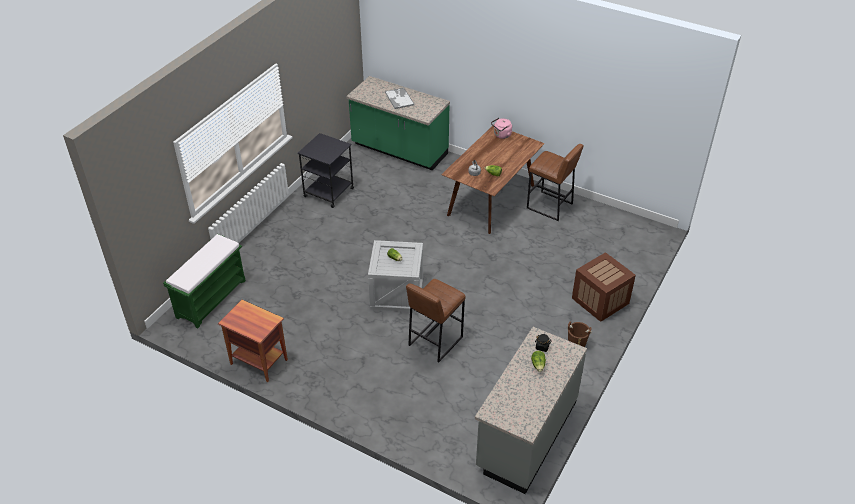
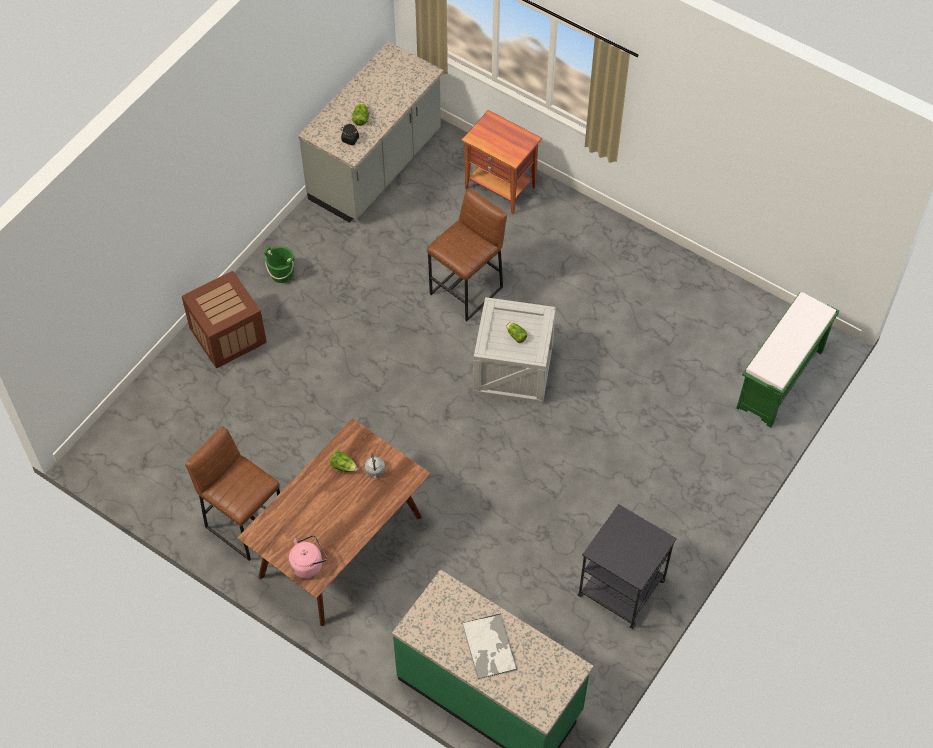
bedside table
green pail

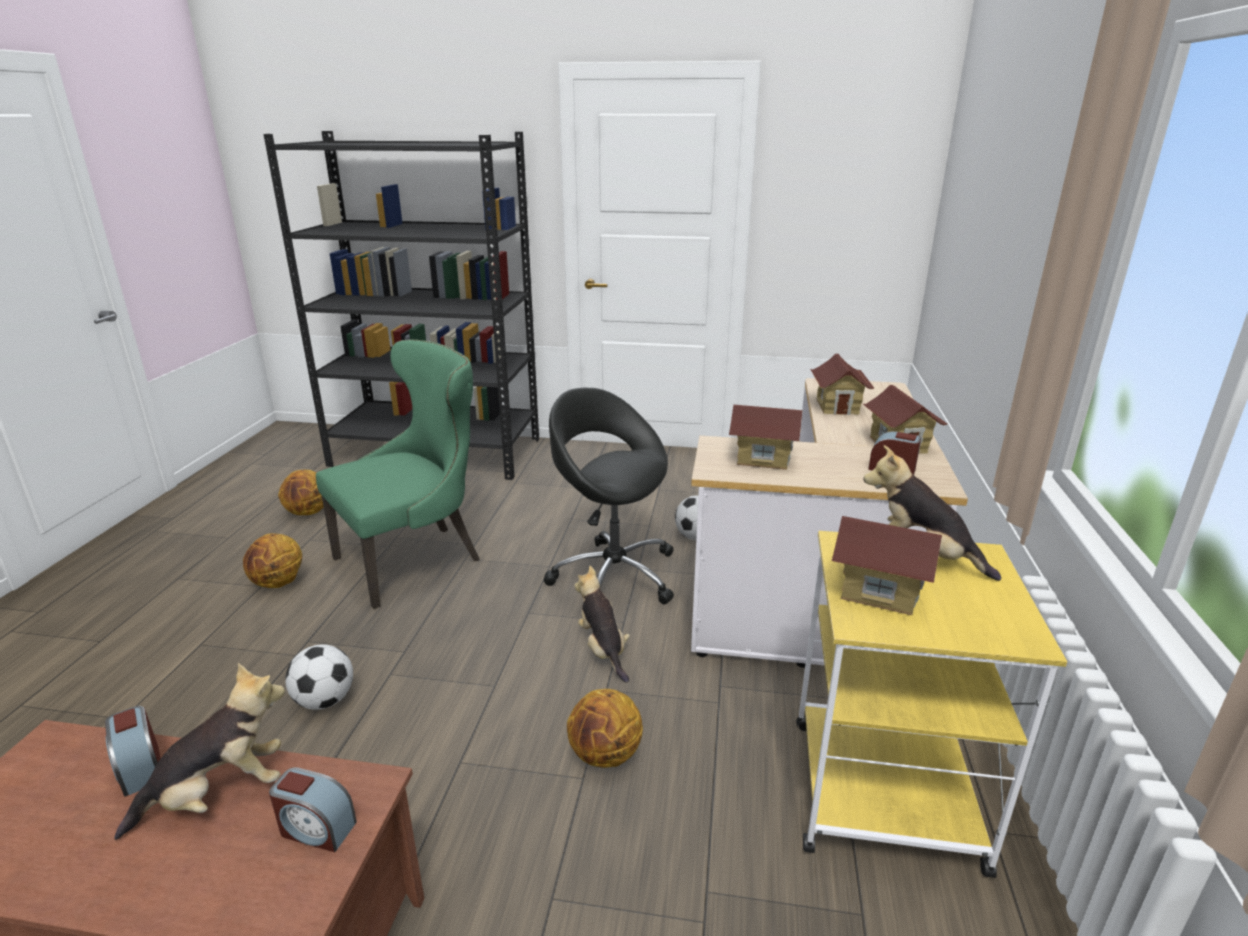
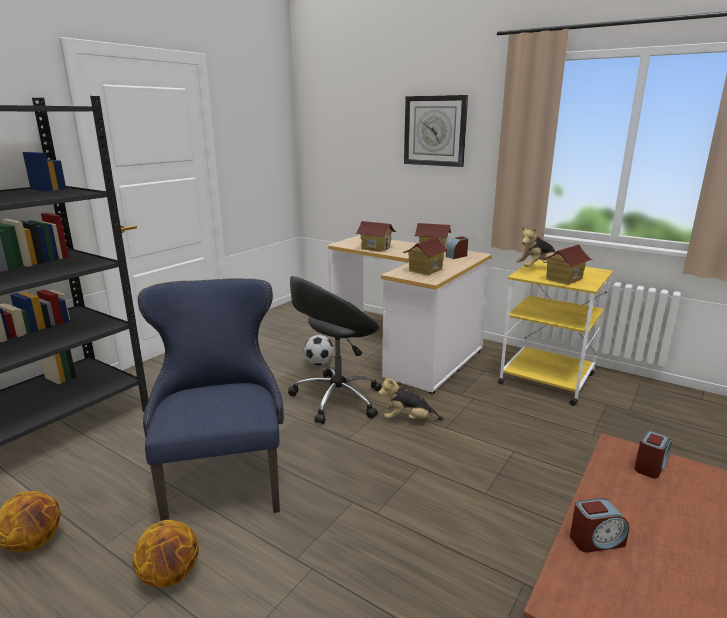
cuddly toy (1st from left in the first image)
ball for football (1st from left in the first image)
blue-coloured upright chair
ball for basketball (3rd from left in the first image)
wall clock

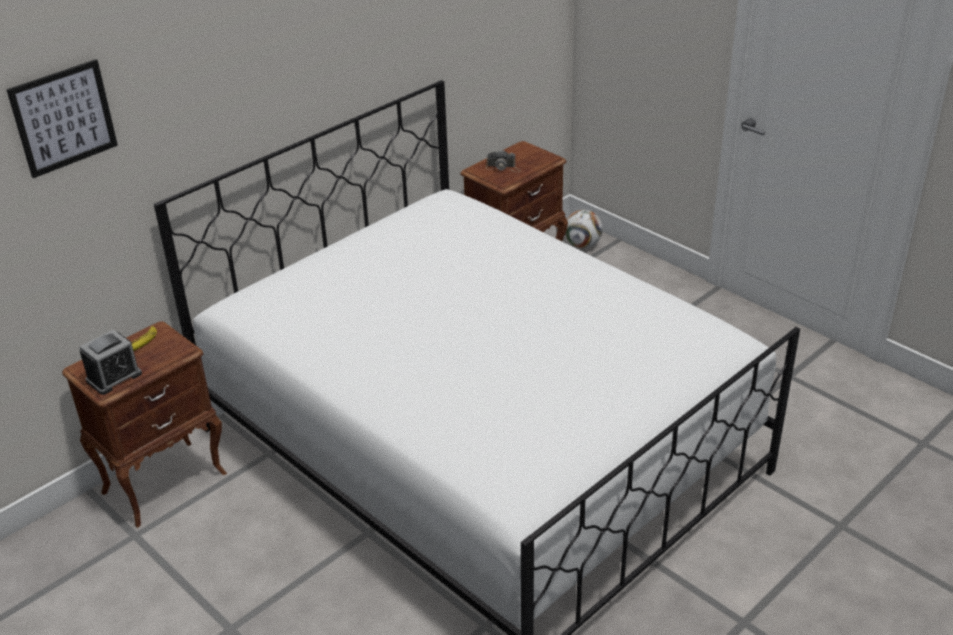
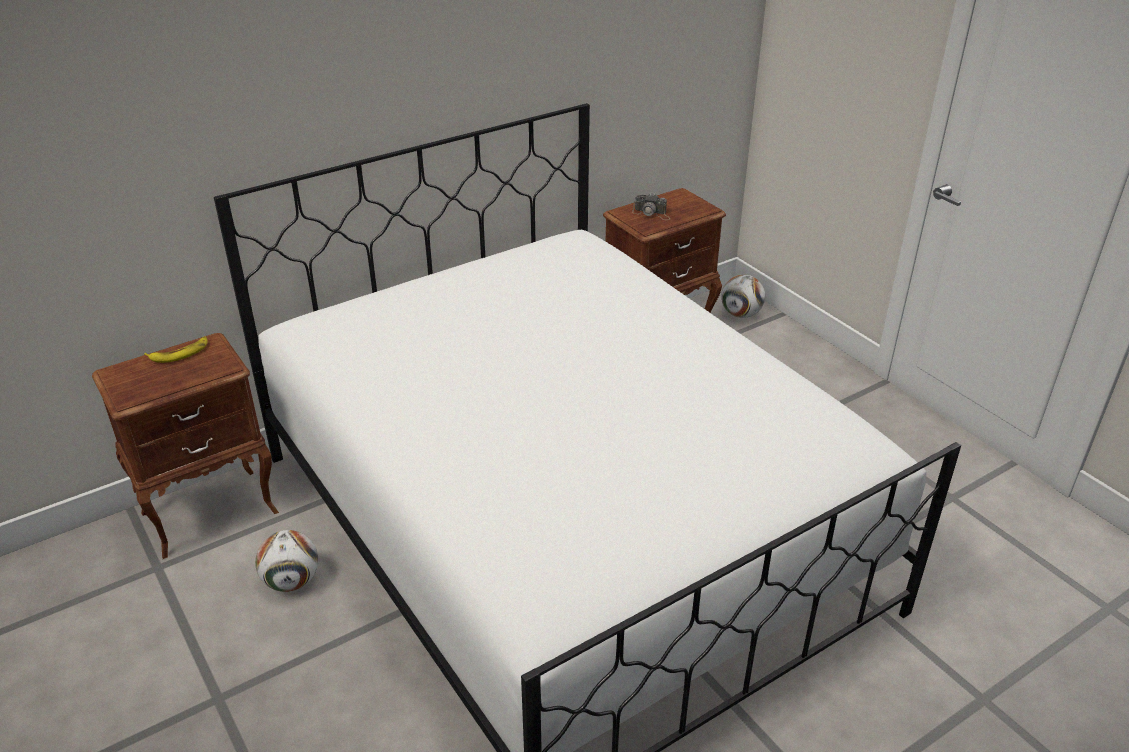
wall art
table clock
ball for football (1st from left)

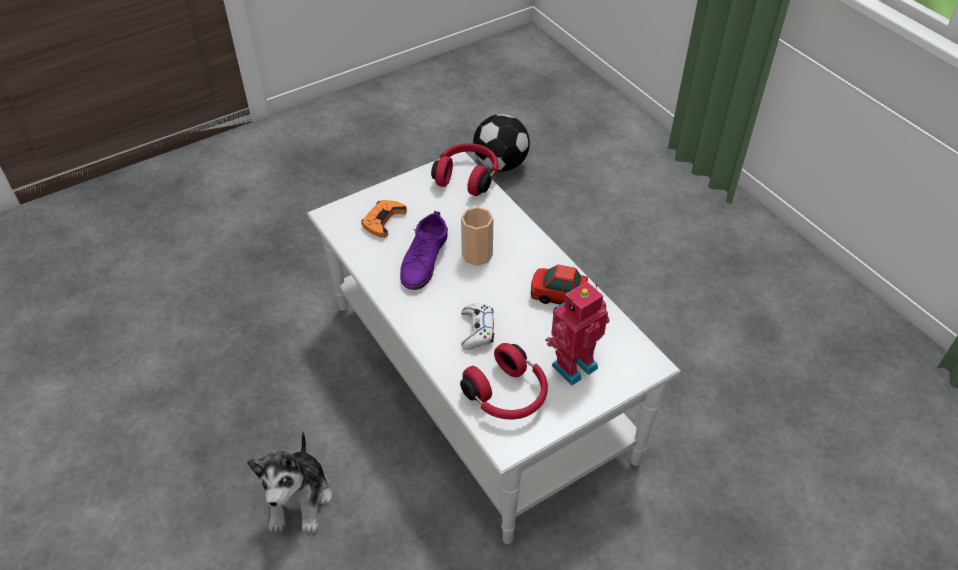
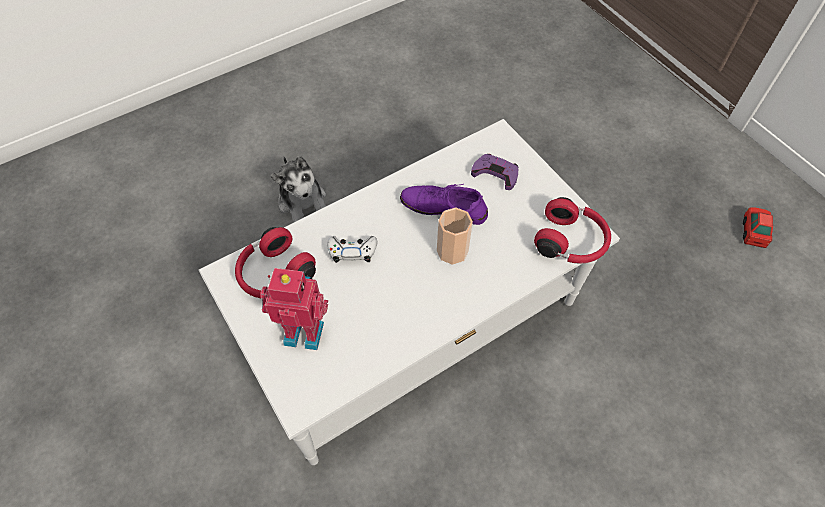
cuddly toy
purple joypad
ball for football
model car
robot figure

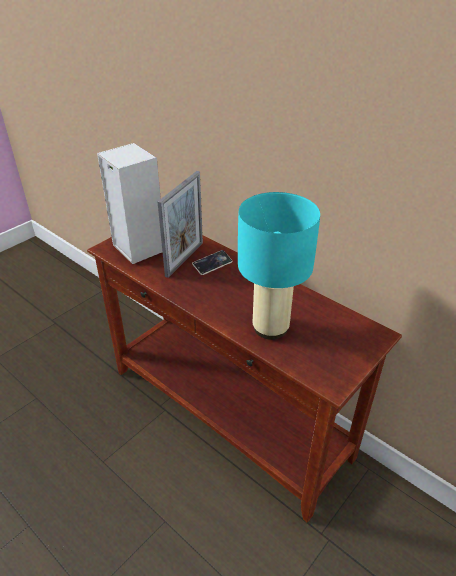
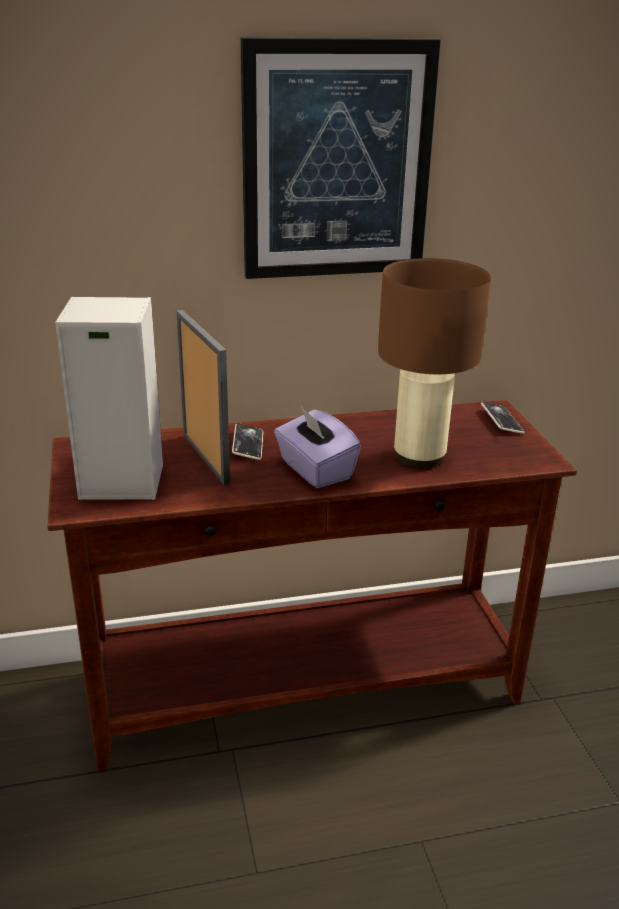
brown-coloured table lamp
wall art
purple tissue holder
telephone (2nd from left)

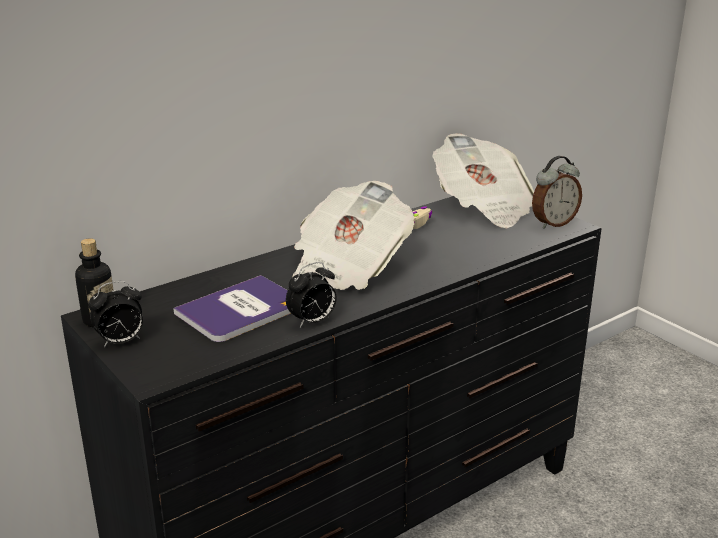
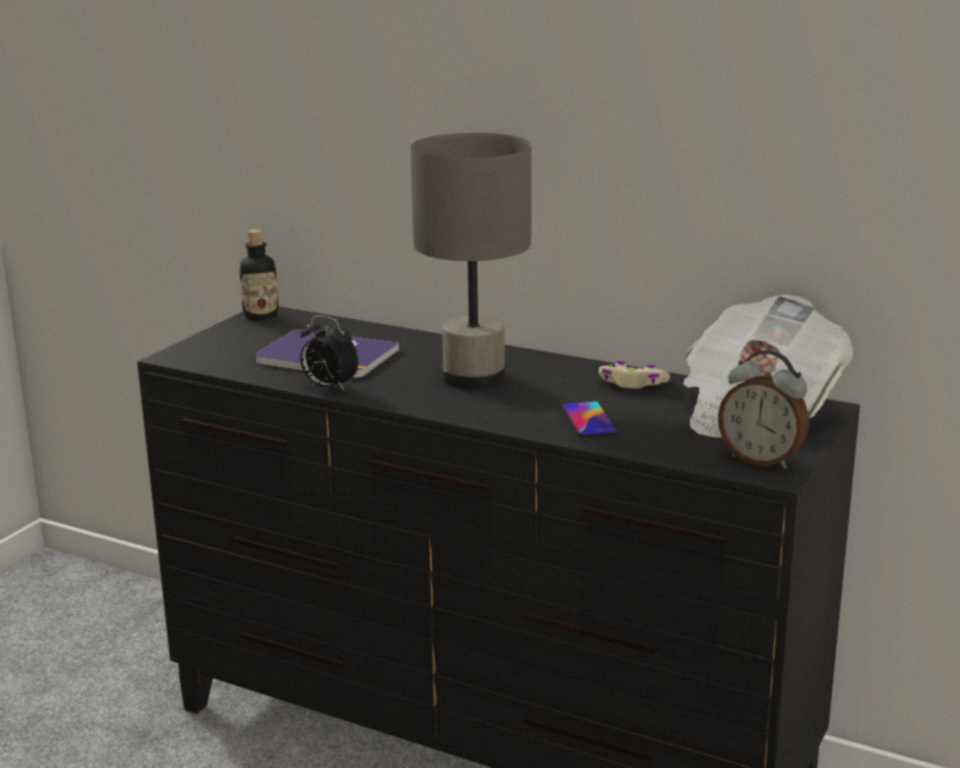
table clock (1st from left in the first image)
gray table lamp
telephone

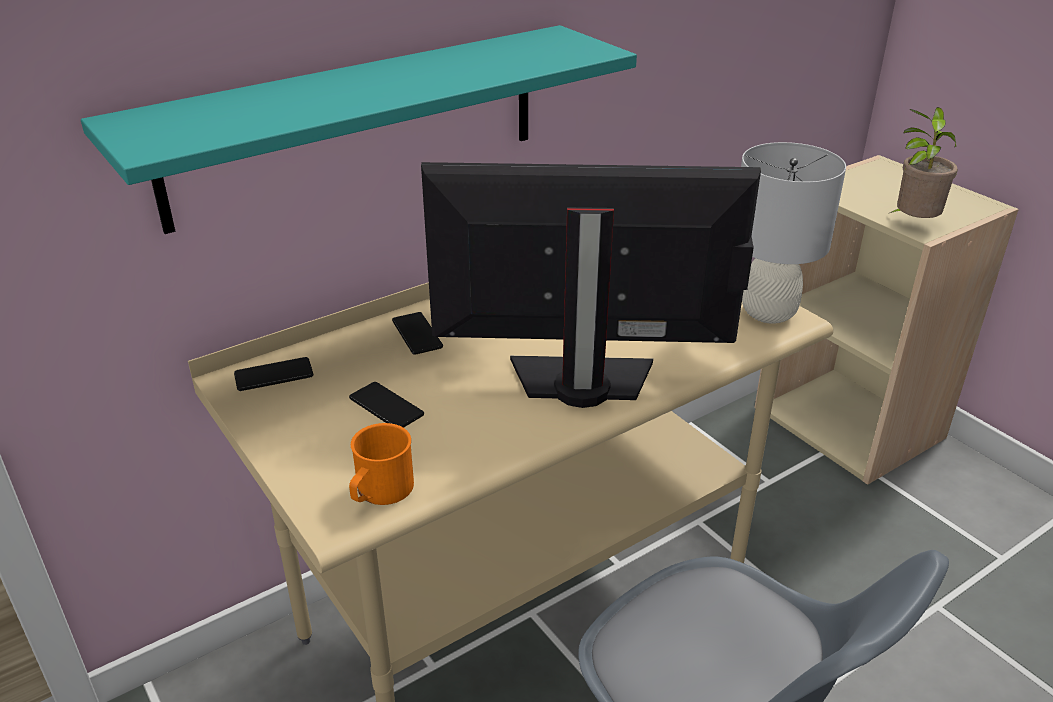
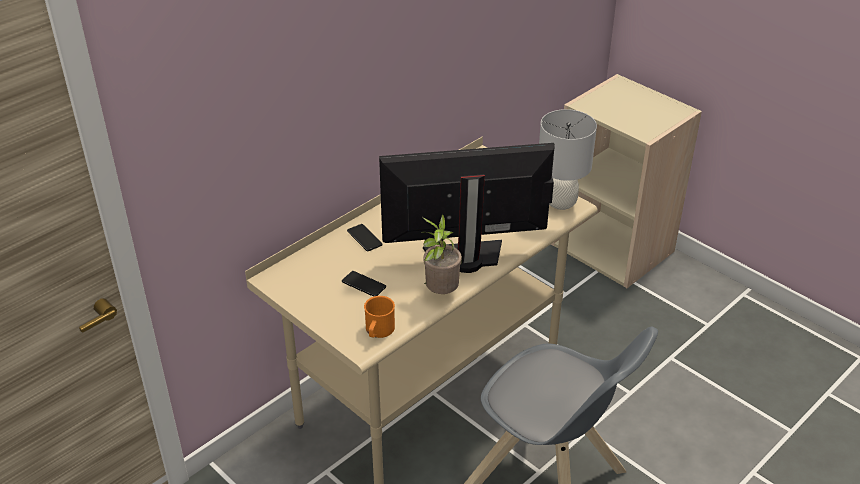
turquoise shelf
telephone (1st from left in the first image)
plant in a pot

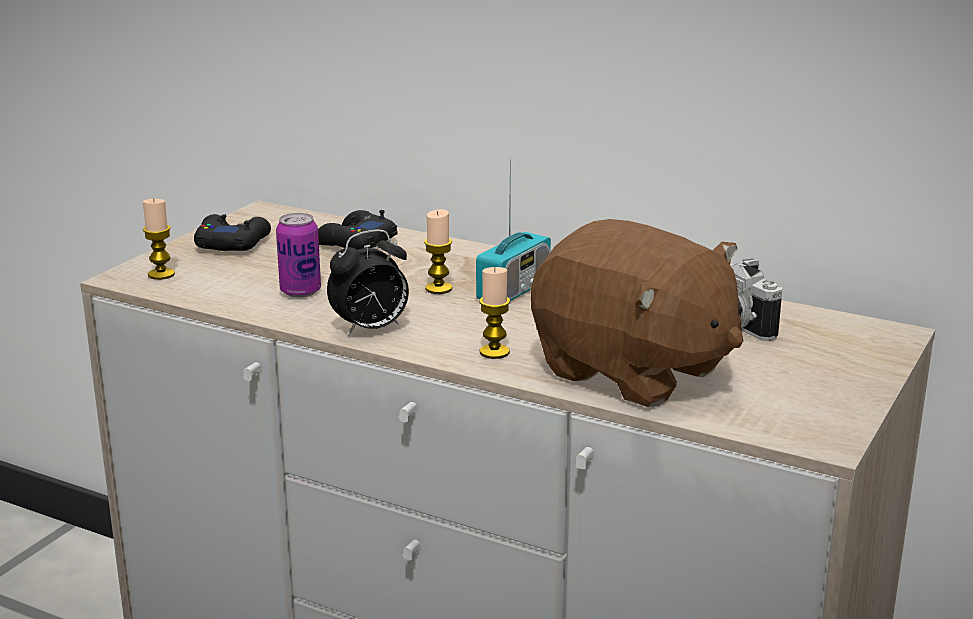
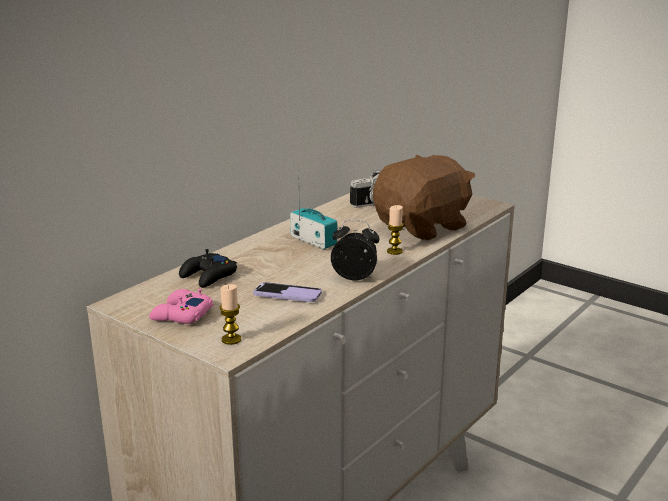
pink-coloured joypad
telephone
table clock
wax candle (2nd from left in the first image)

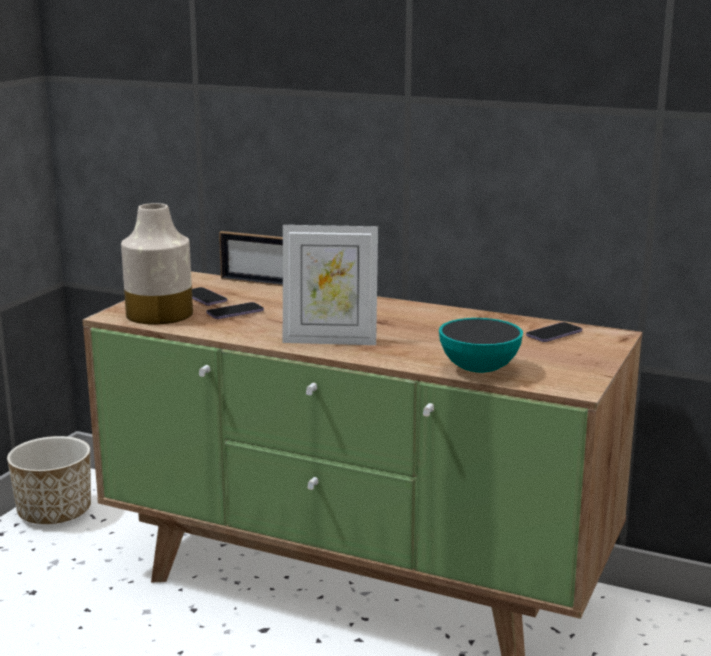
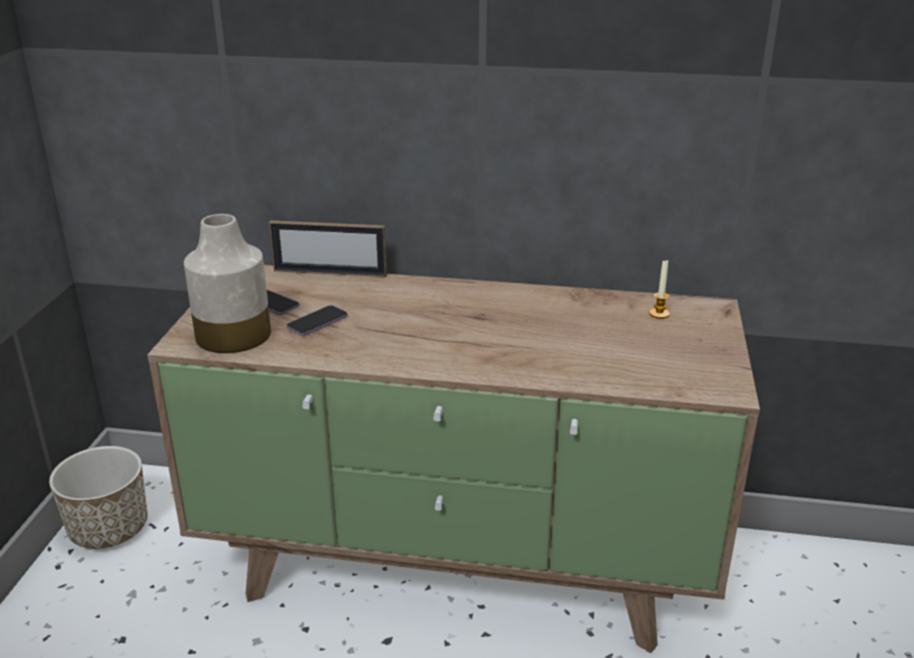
photo frame (2nd from left in the first image)
deep dish
wax candle

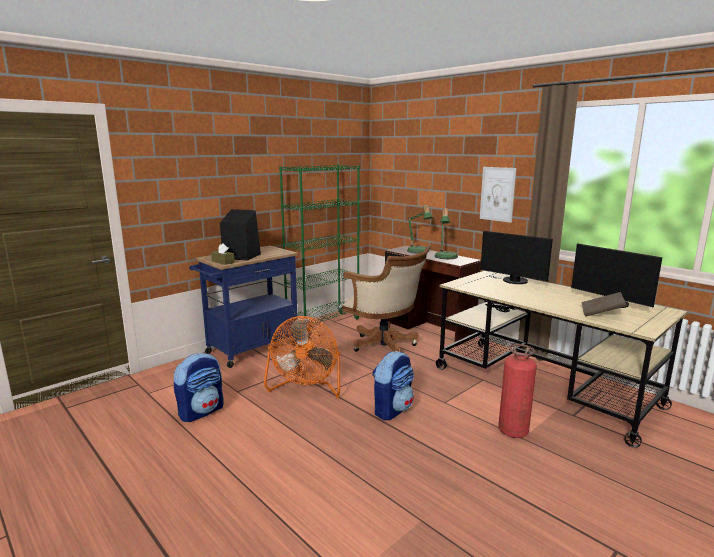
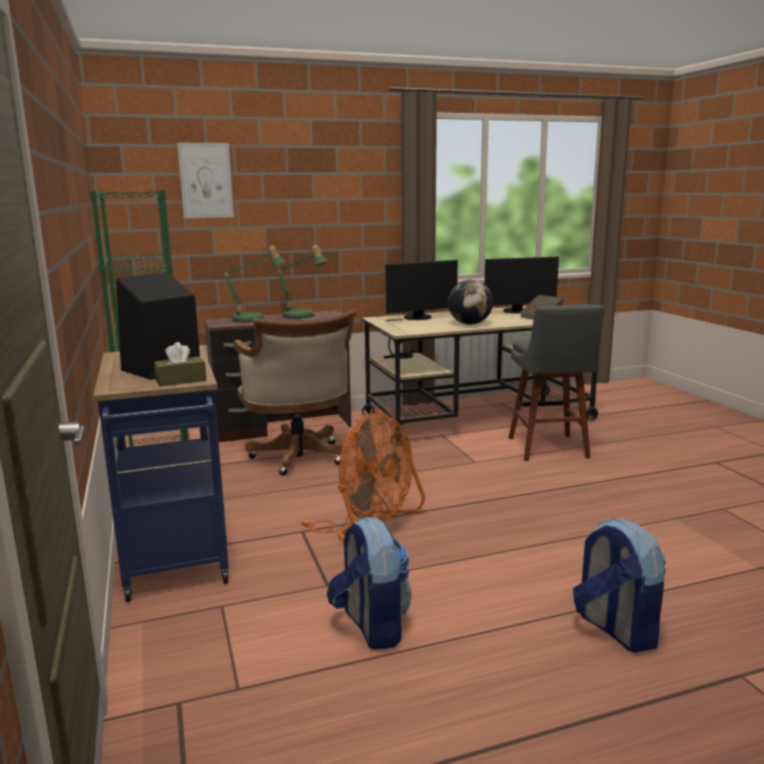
office chair
backpack (2nd from left)
wall art
gray stool
globe

